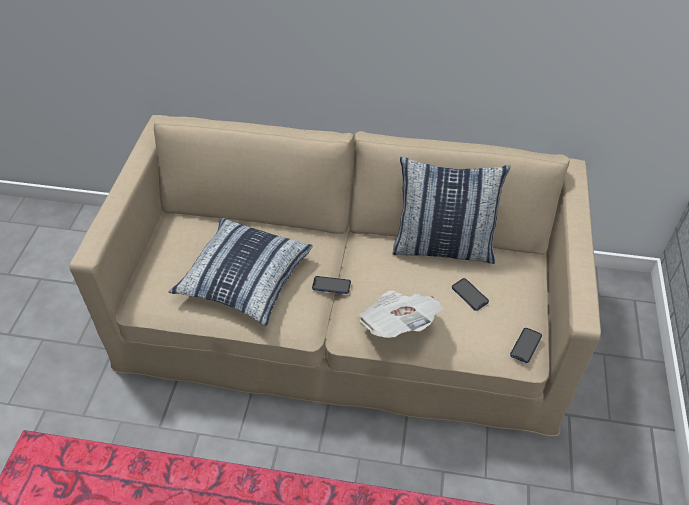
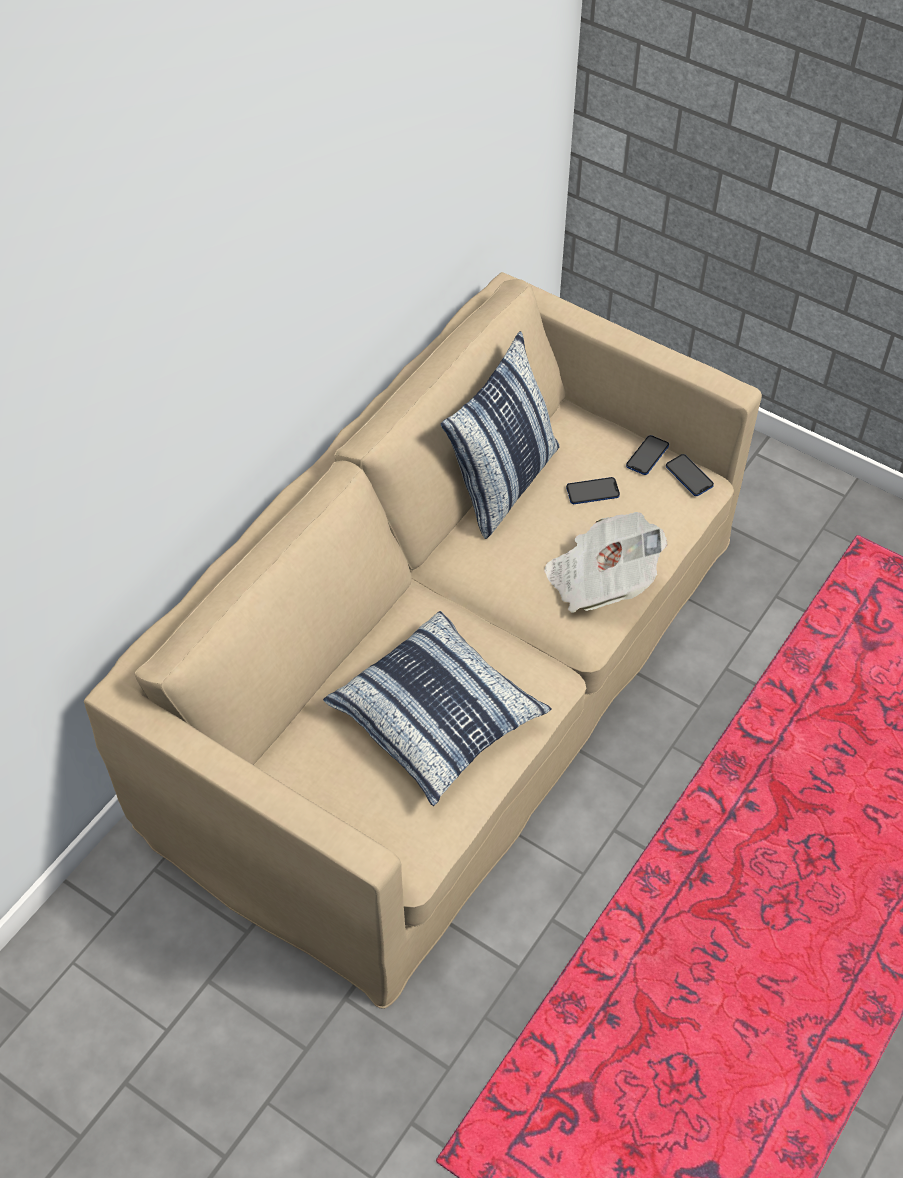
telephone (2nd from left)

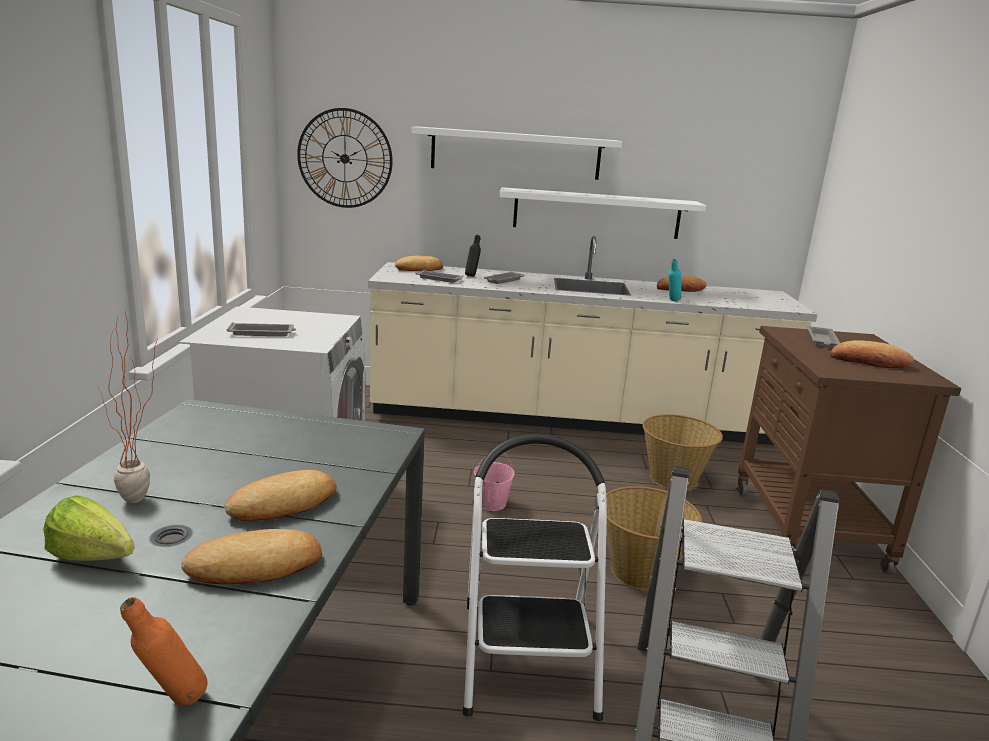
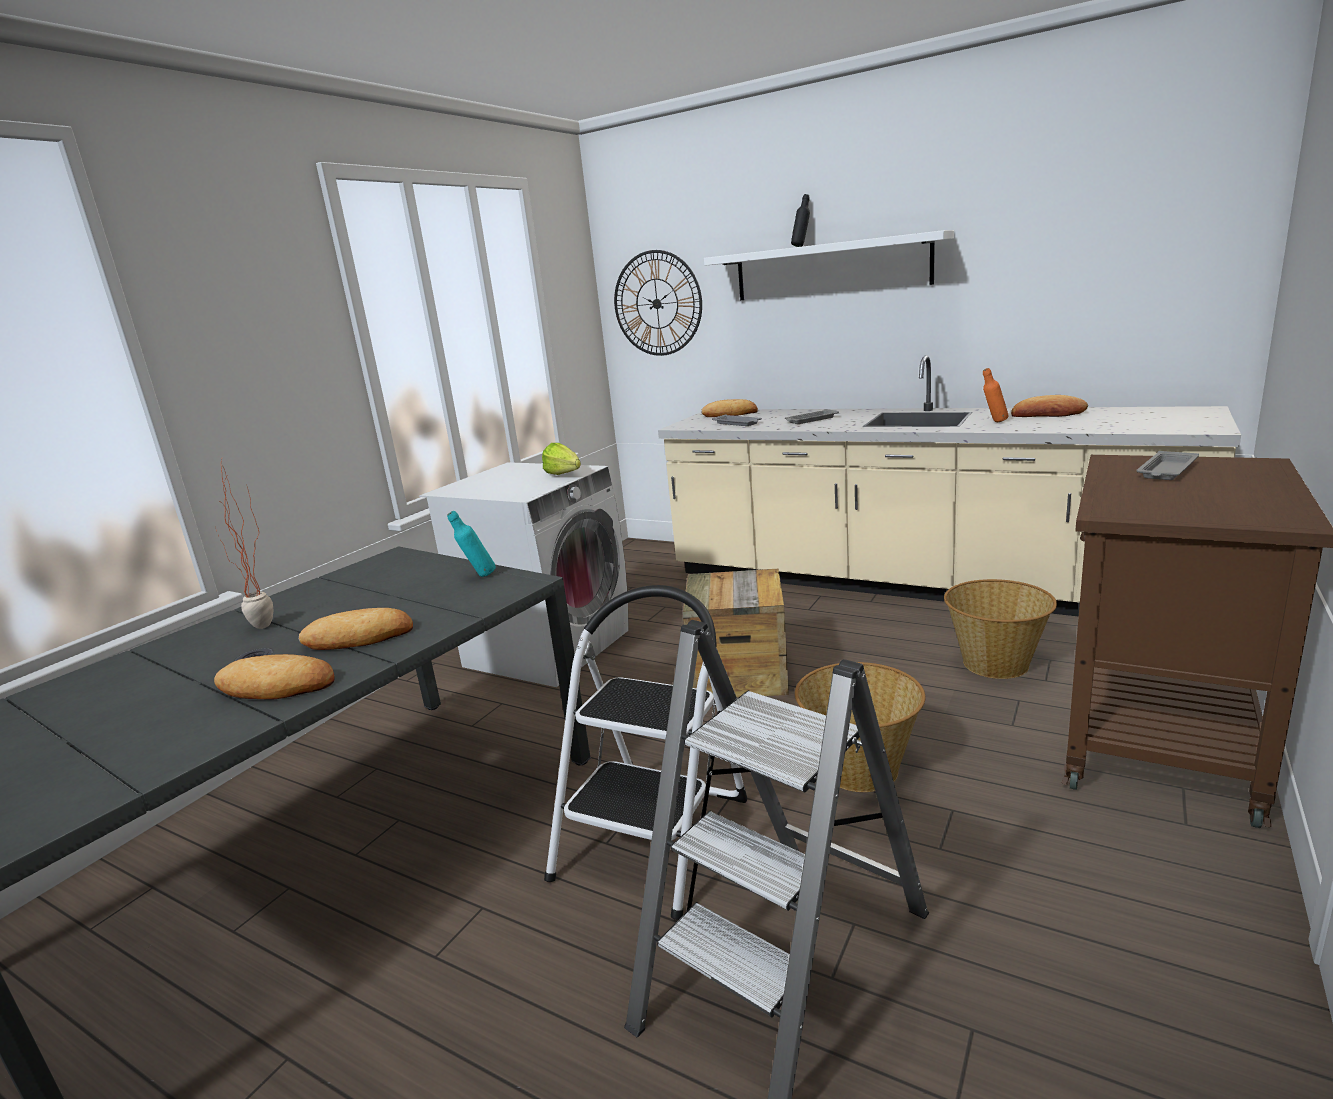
lettuce head
orangey beverage bottle
gray serving tray (1st from left in the first image)
black-coloured beverage bottle
packing crate
white shelf (2nd from left in the first image)
turquoise beverage bottle
bread (5th from left in the first image)

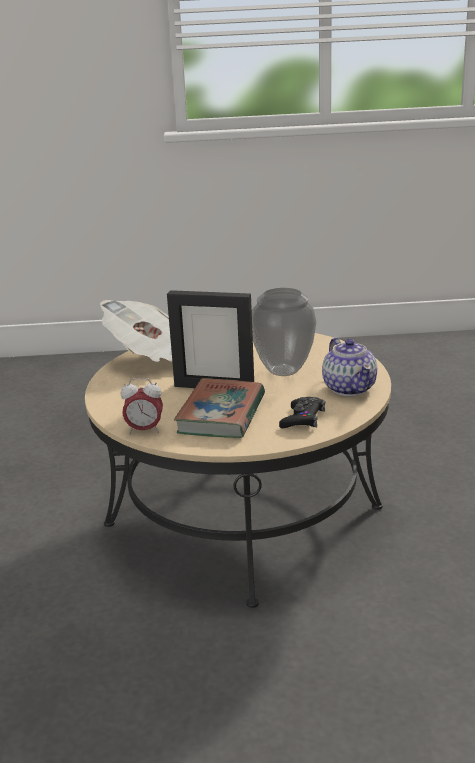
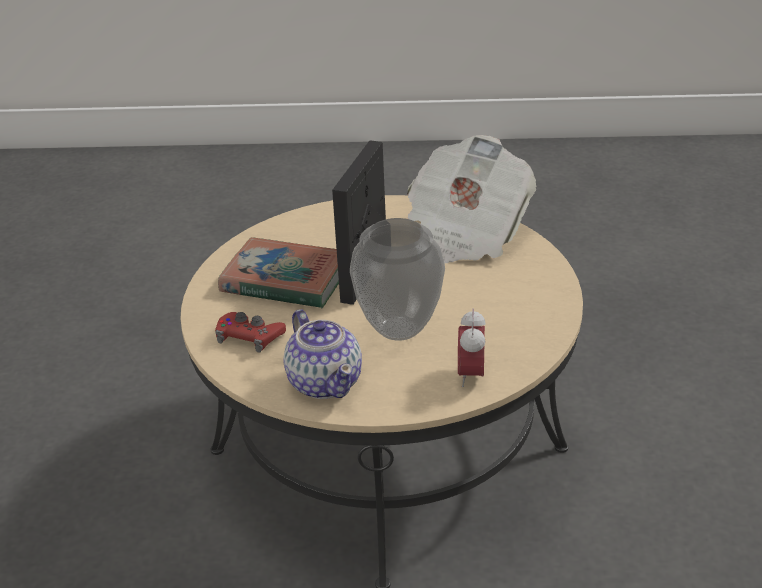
table clock
red joypad
pot for tea

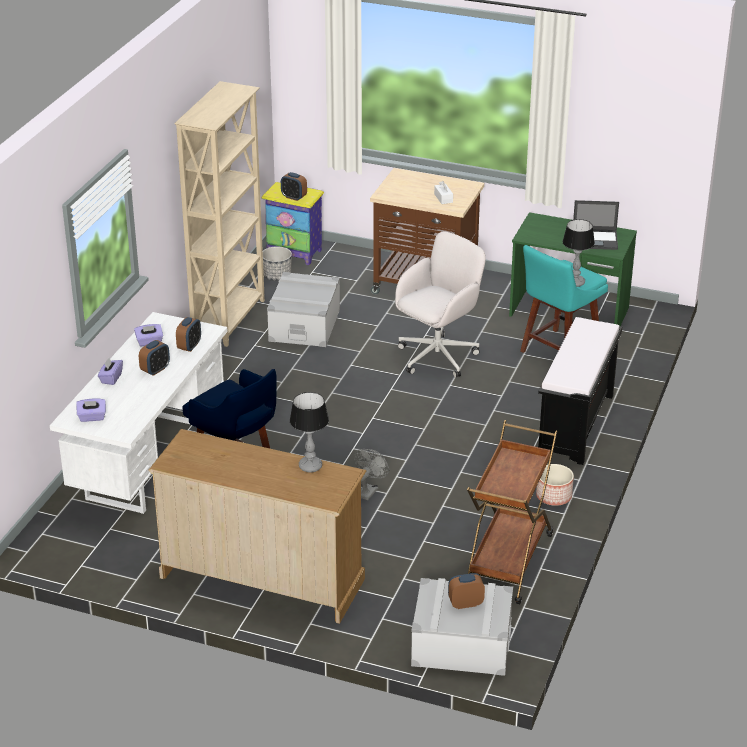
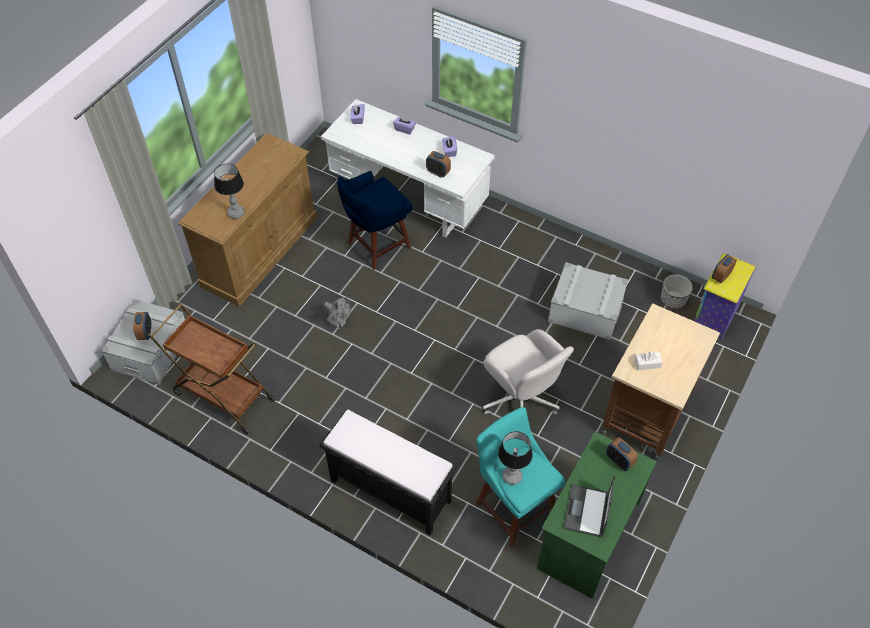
table clock (3rd from left)
beige-coloured bookshelf
planter (2nd from left in the first image)

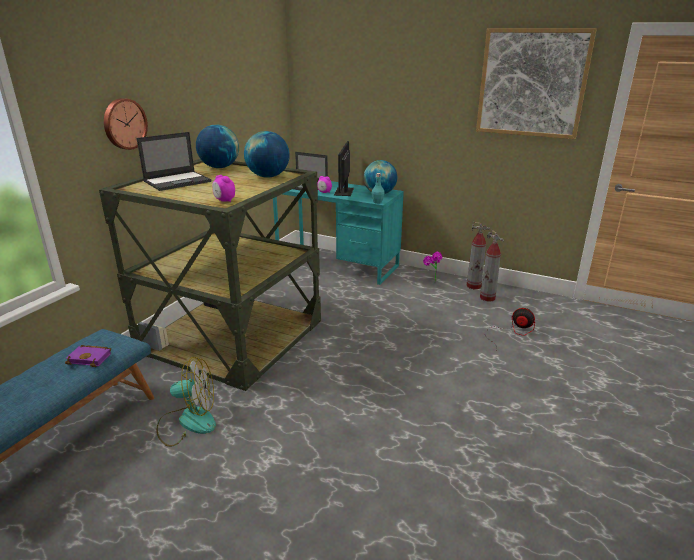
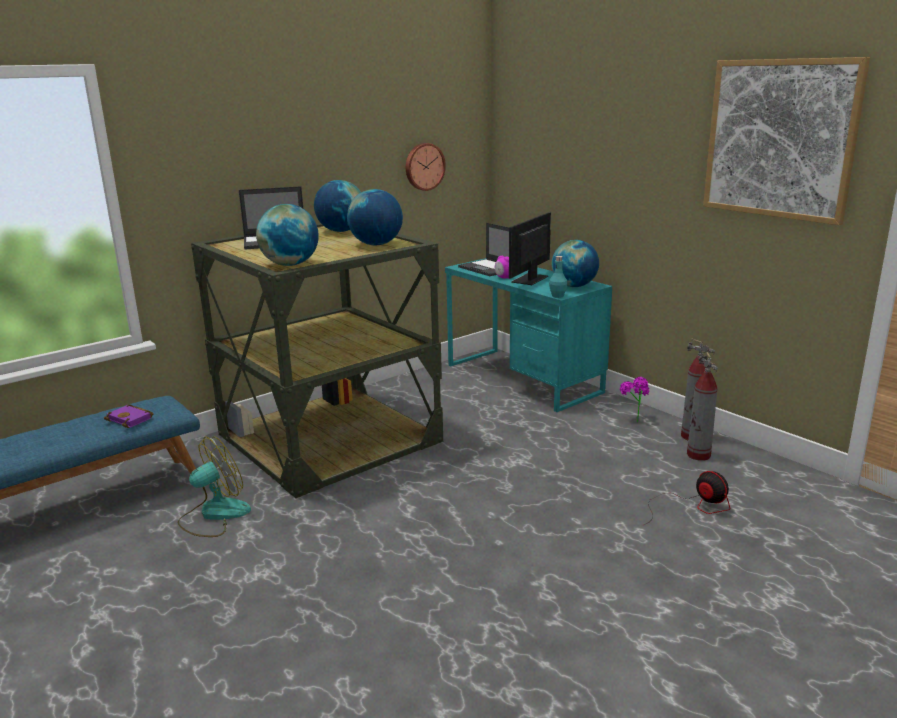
wall clock
cooling fan (1st from left)
globe (1st from left)

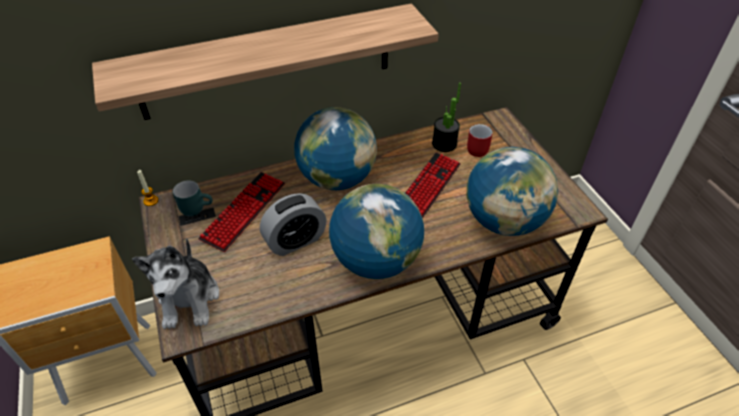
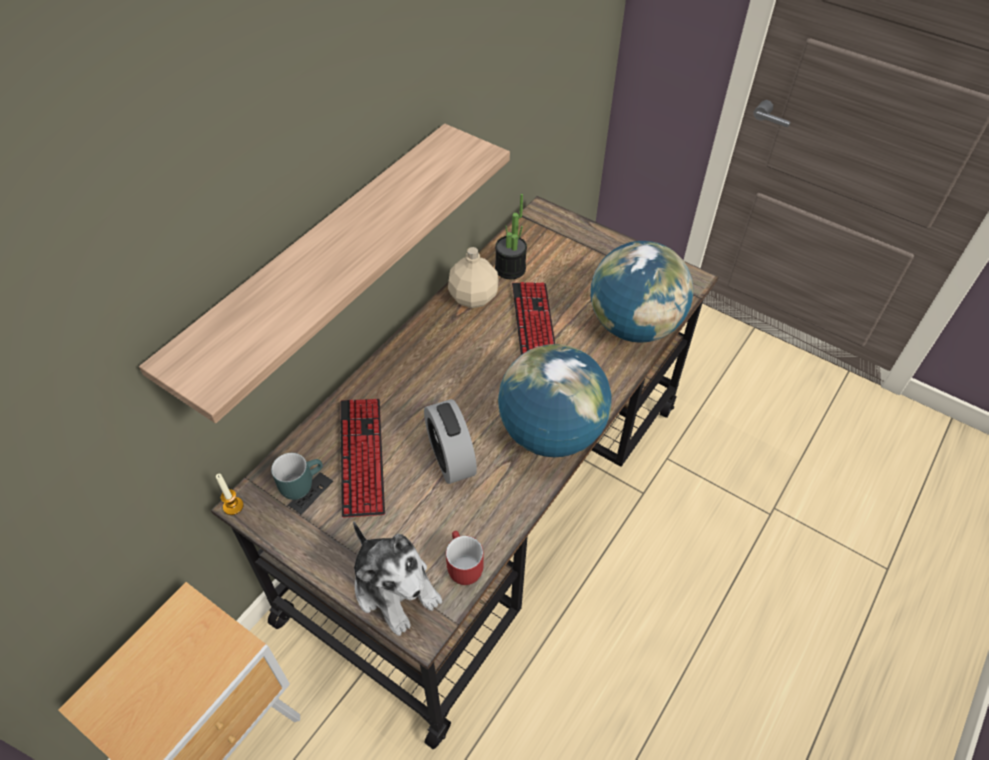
table clock
globe (1st from left in the first image)
red tea mug
beige-coloured beverage bottle

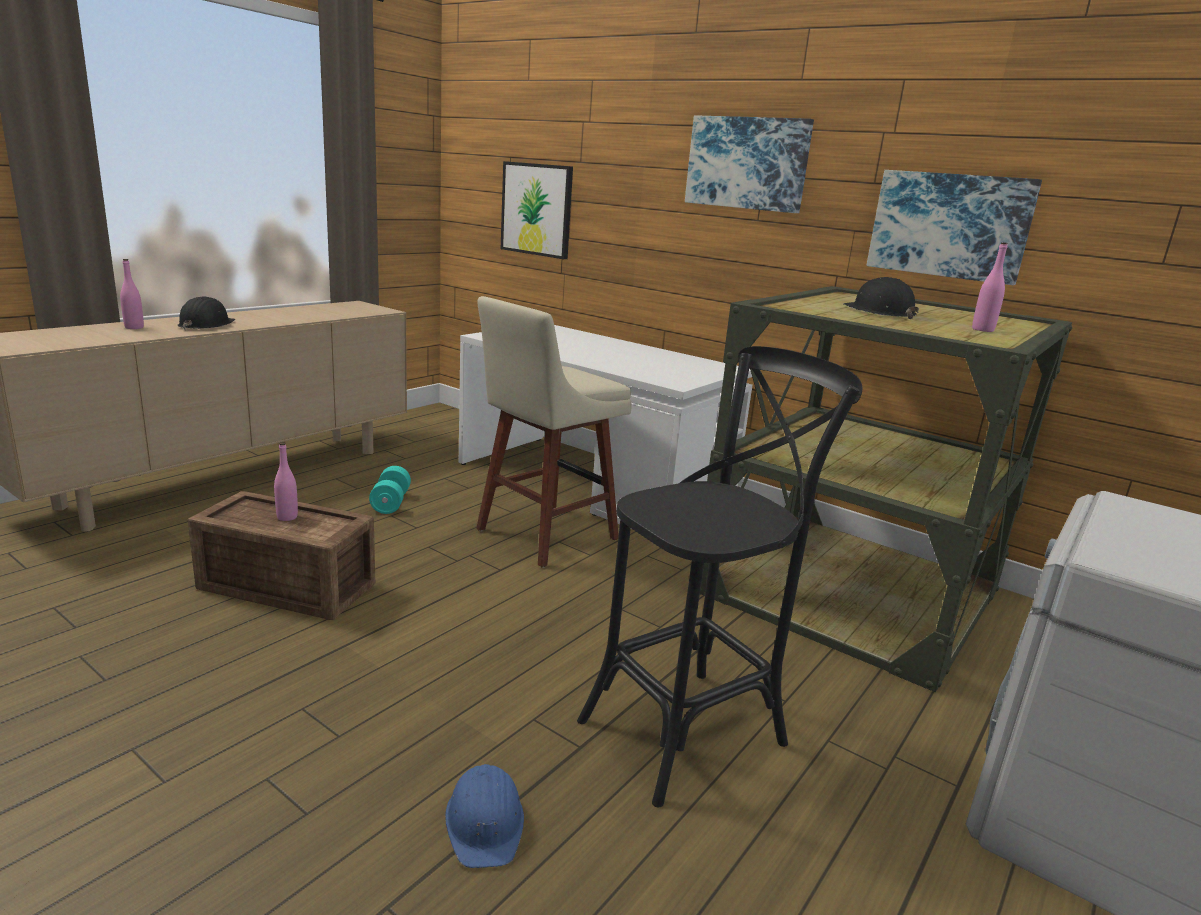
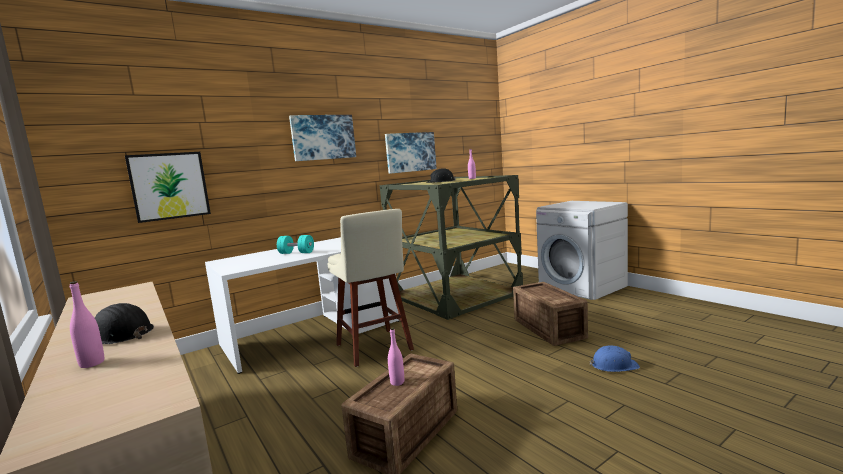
turquoise hand weight
packing crate (2nd from left)

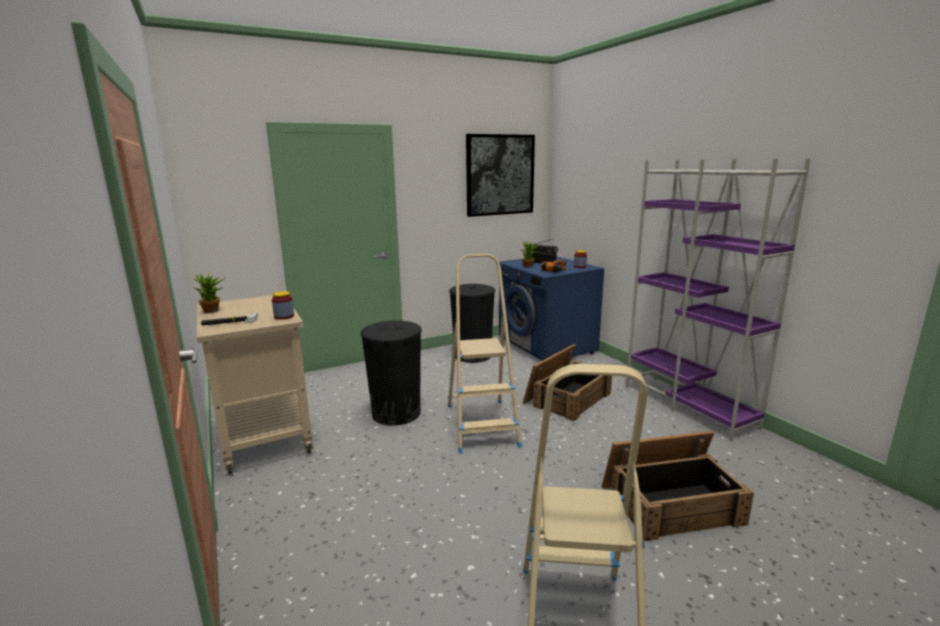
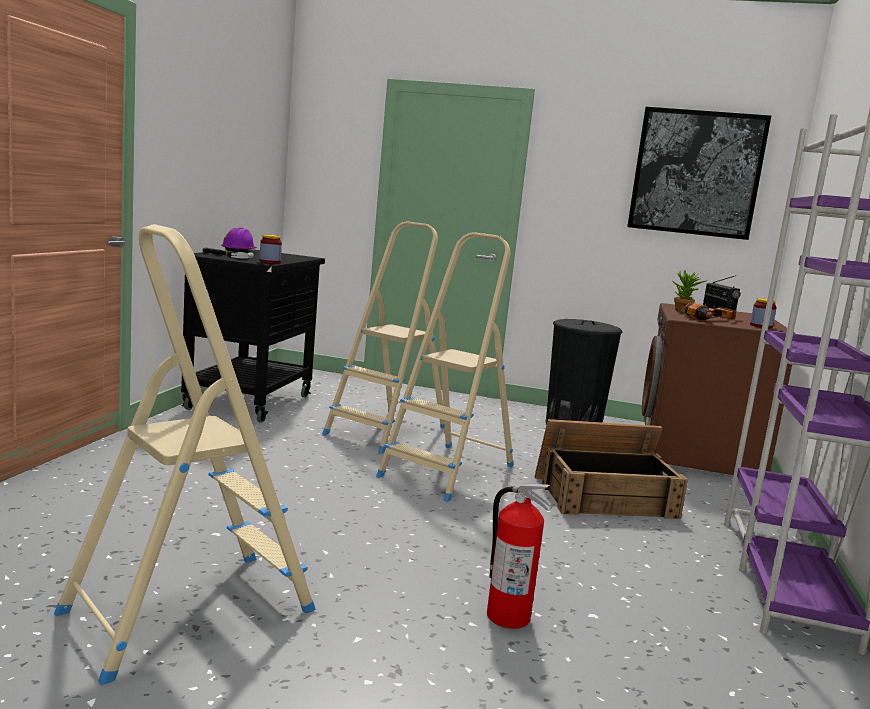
purple hard hat
black-coloured wheeled cart
beige-coloured stepladder (2nd from left)
brown-coloured washing machine
extinguisher

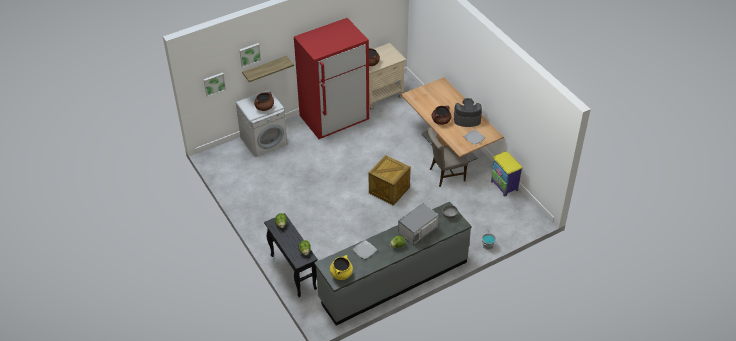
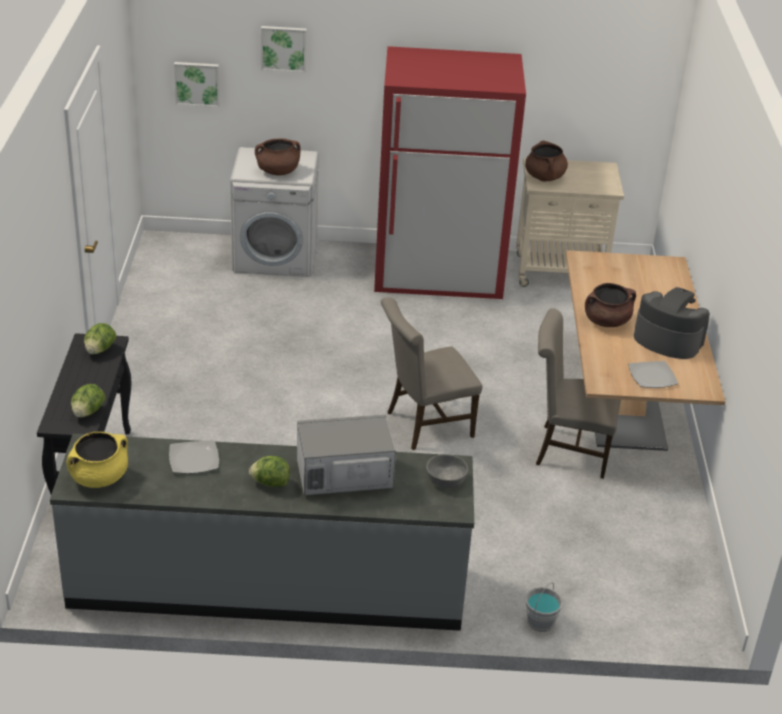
shelf
beige-coloured upright chair (1st from left)
bedside table

